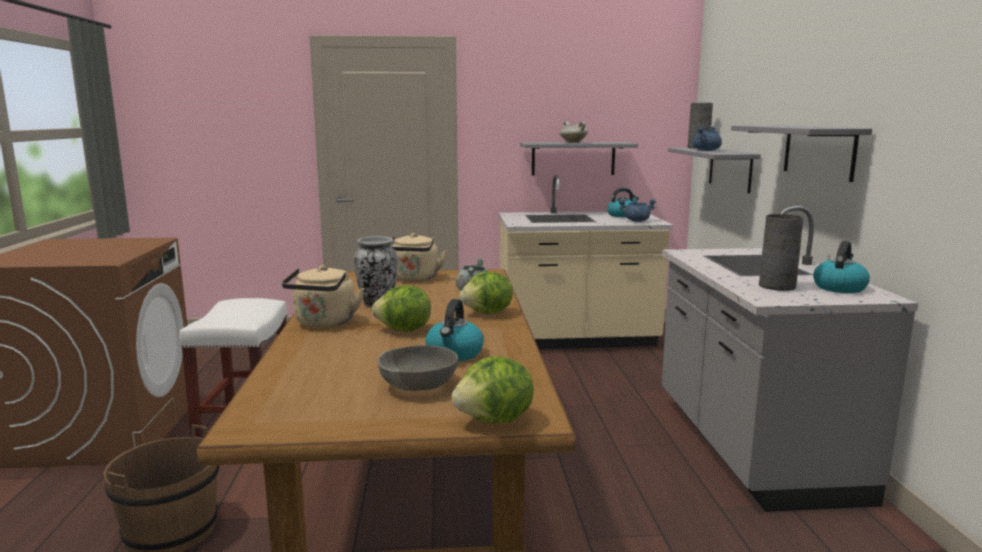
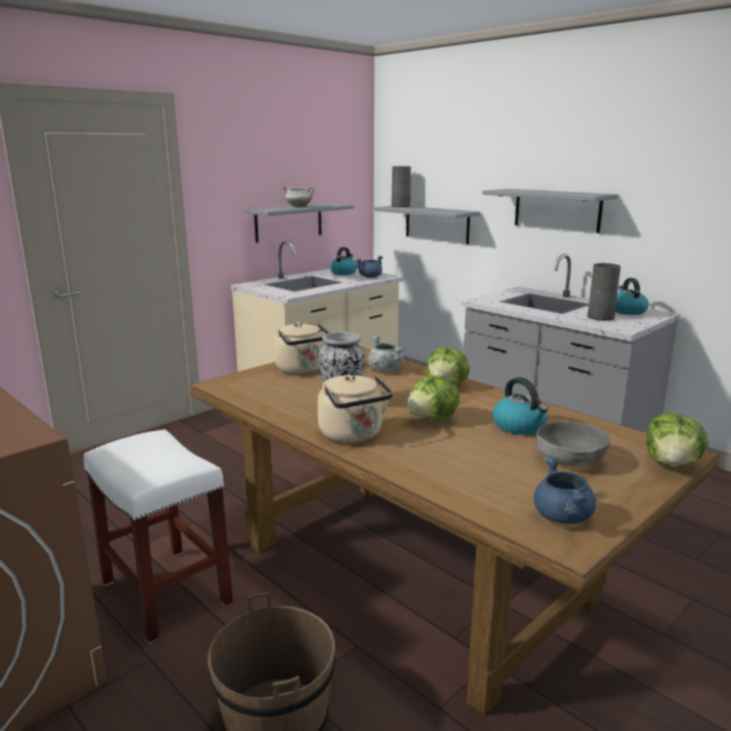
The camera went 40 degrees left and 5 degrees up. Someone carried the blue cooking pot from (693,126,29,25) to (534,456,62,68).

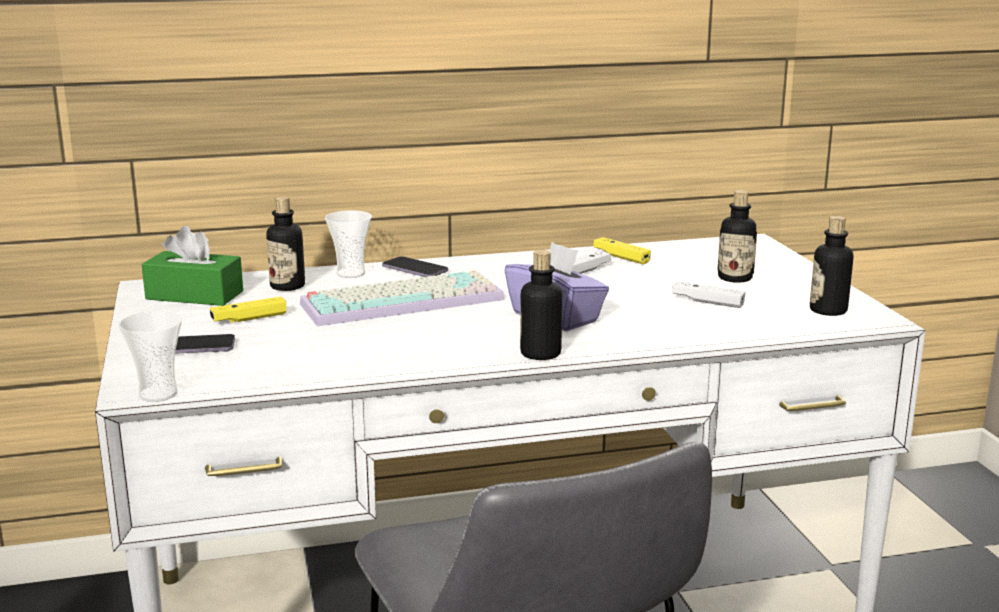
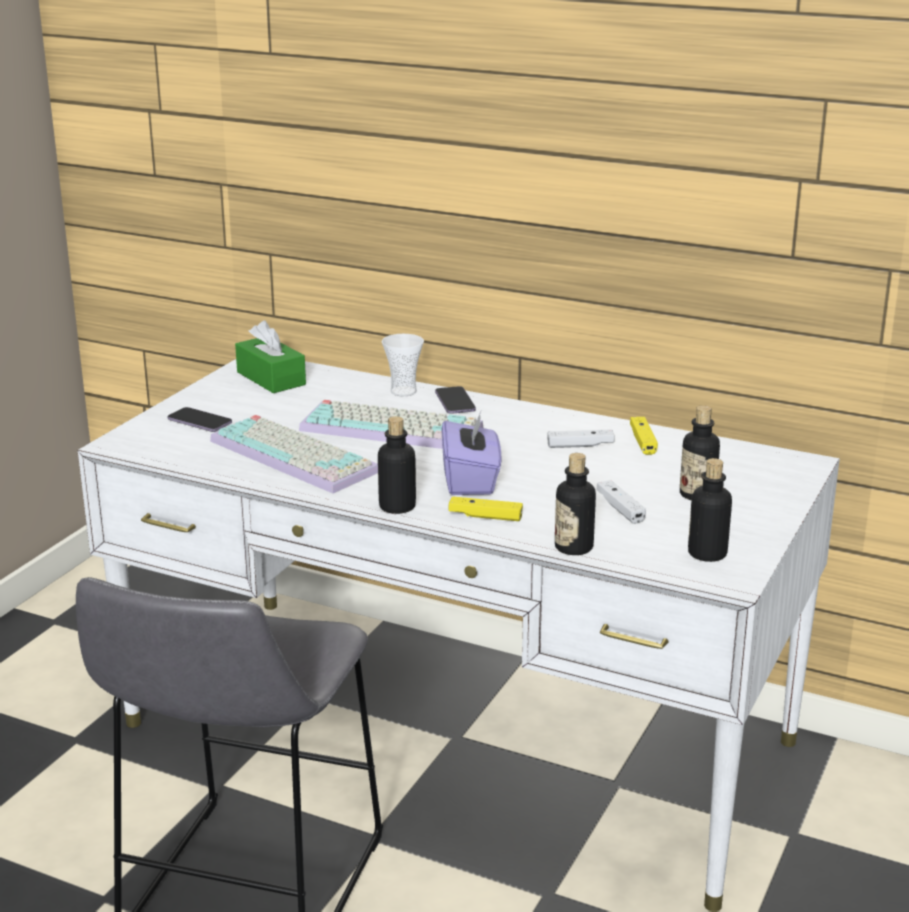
The camera went 40 degrees right and 5 degrees up. Someone carried the bottle from (266,197,39,94) to (555,453,41,102). Someone carried the yellow game controller from (210,296,76,27) to (449,496,74,25). Someone took away the cup at (118,311,64,91). Someone put down the keyboard at (210,415,168,78).

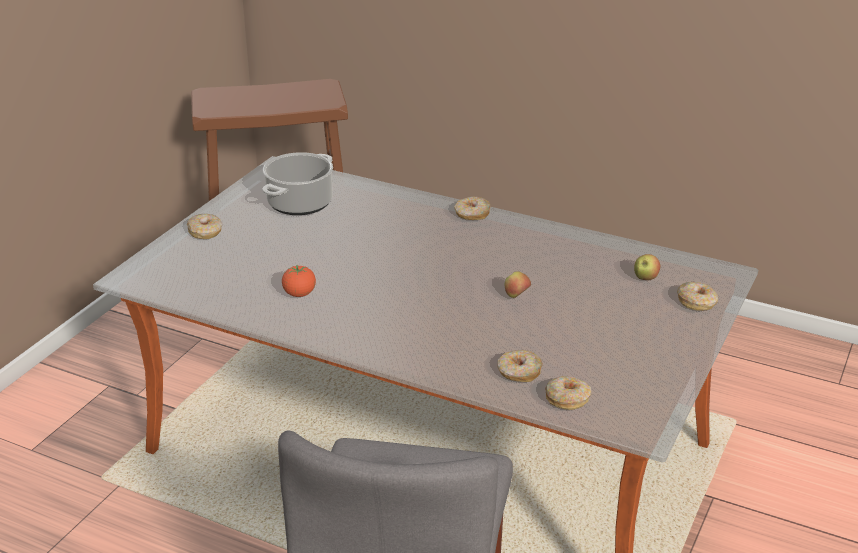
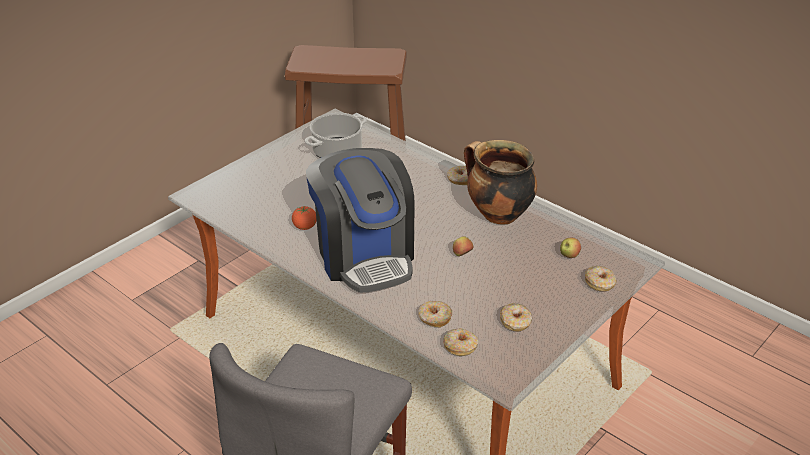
The camera went 15 degrees right and 5 degrees up. Someone carried the donut from (187,214,35,25) to (500,303,32,29). Someone put down the cooking pot at (464,140,73,84). Someone put down the coffee machine at (306,148,109,145).

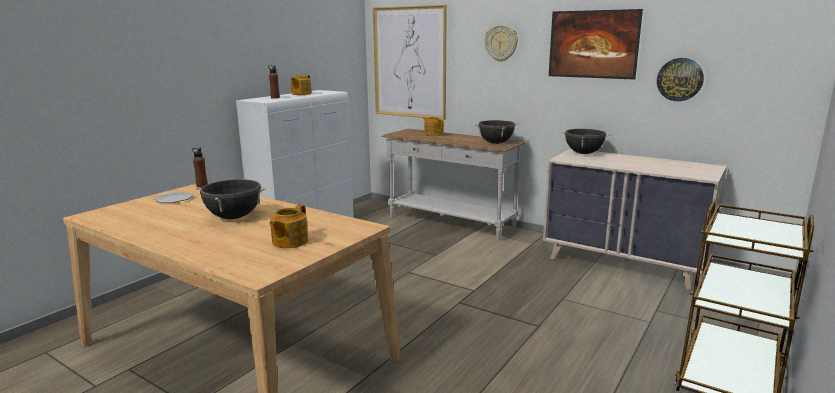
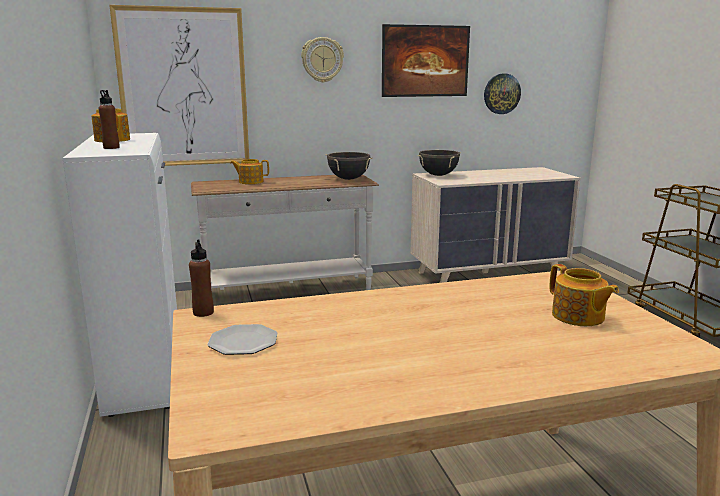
The camera went 50 degrees left and 0 degrees up. Someone took away the black cooking pot at (196,179,70,40).

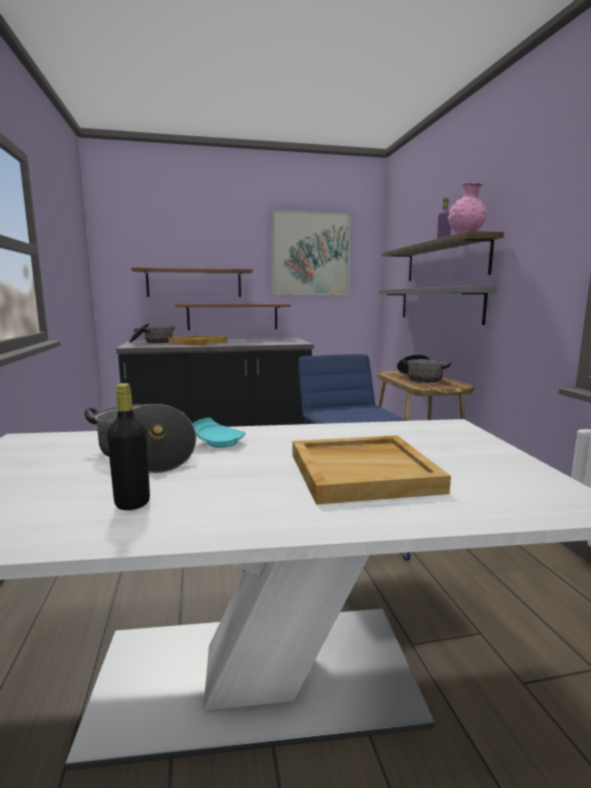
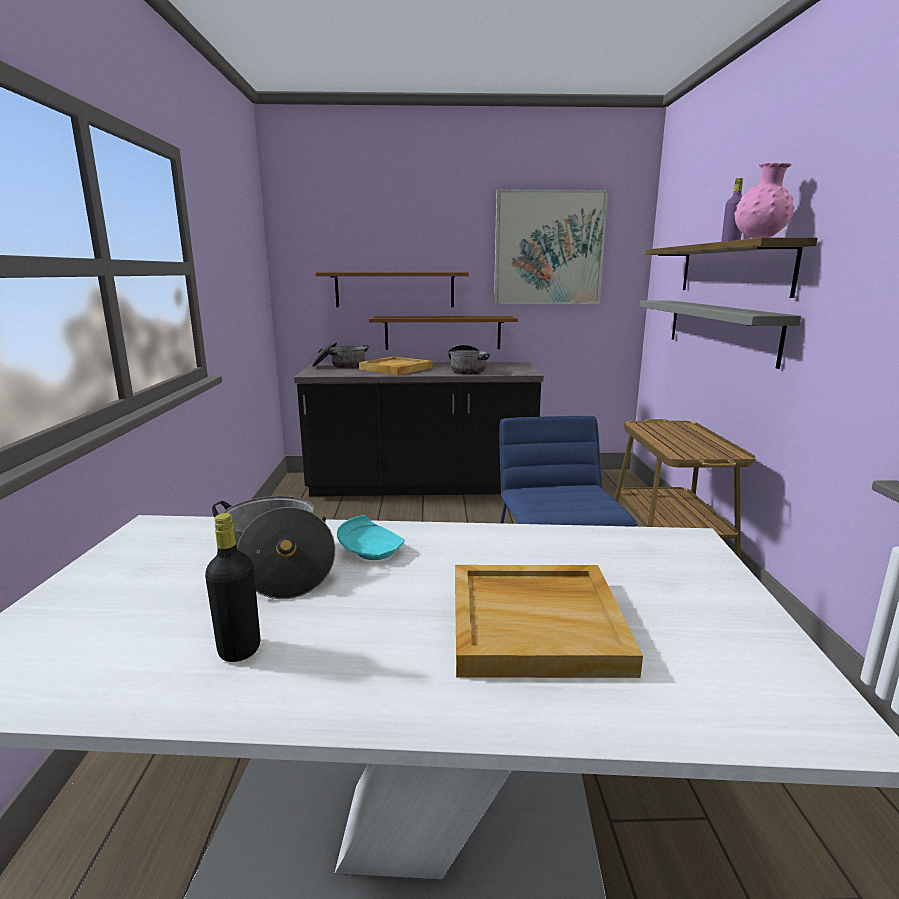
The camera went 10 degrees right and 5 degrees up. Someone carried the cooking pot from (397,354,55,29) to (448,345,42,29).

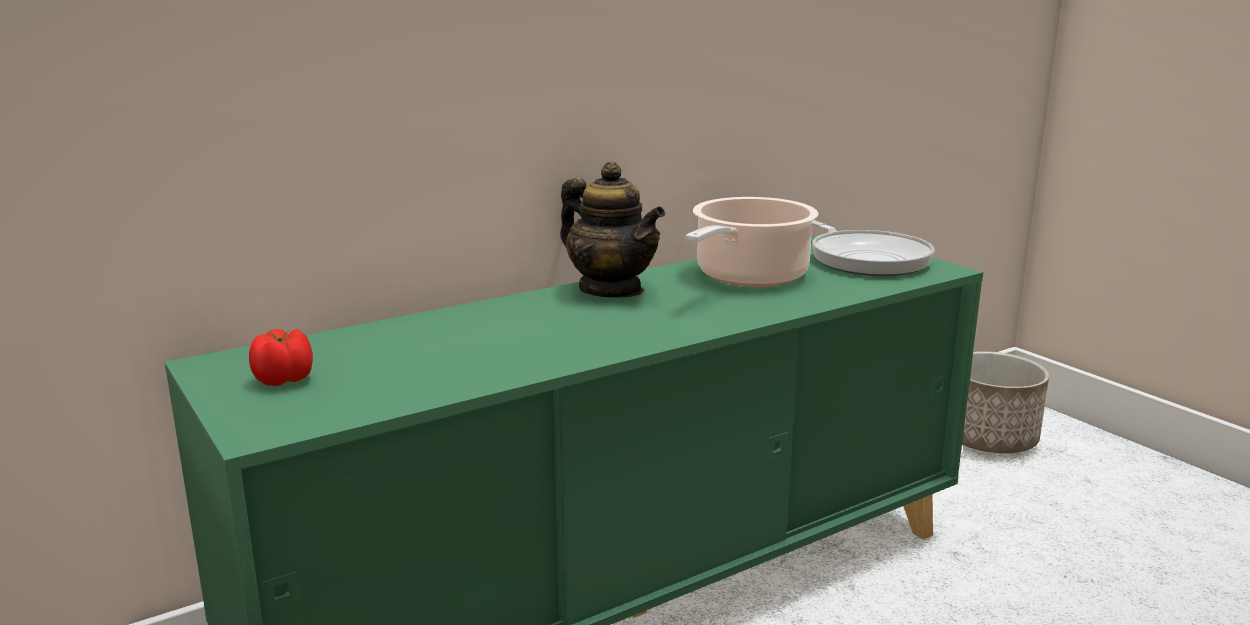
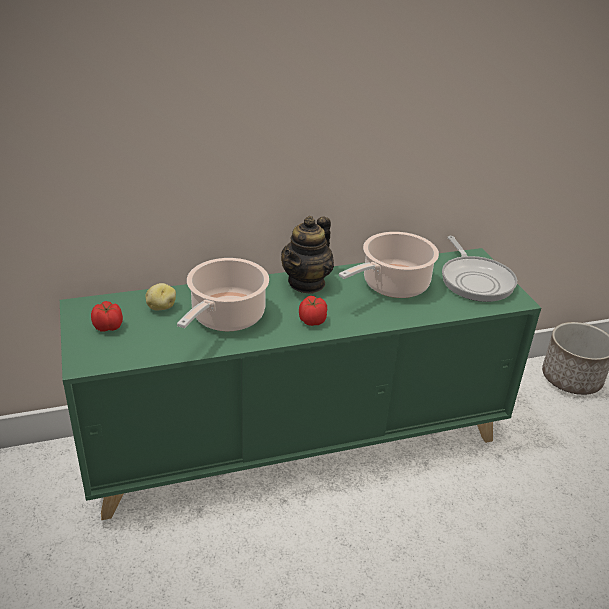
The camera went 15 degrees right and 15 degrees up. Someone rotated the teapot at (560,162,105,136) by 60 degrees clockwise. Someone put down the cooking pot at (177,258,92,73). Someone put down the potato at (145,283,31,28). Someone put down the tomato at (299,296,28,30).

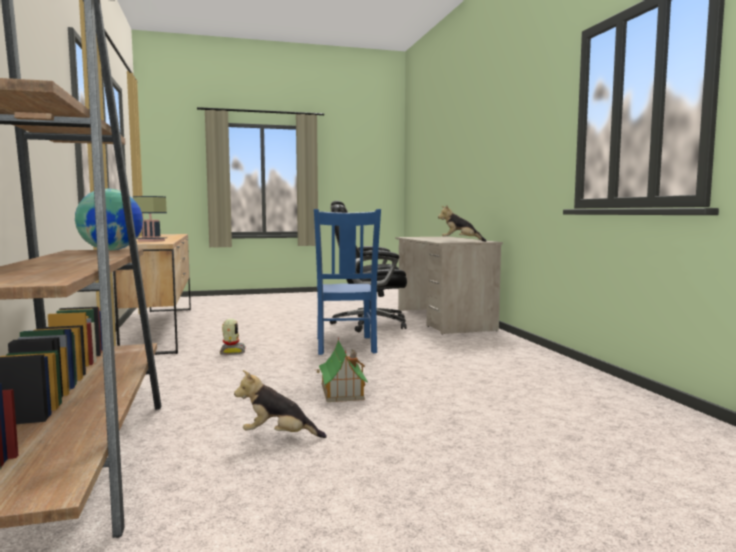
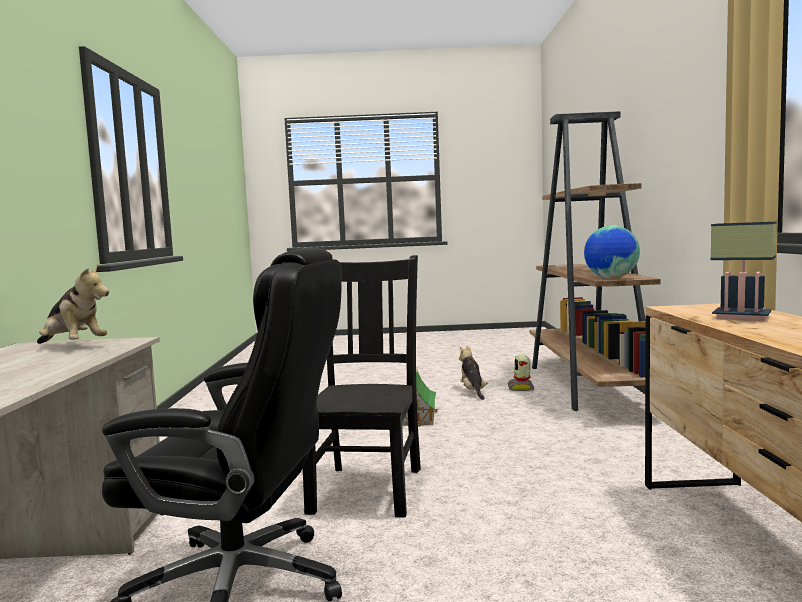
The camera went 165 degrees left and 0 degrees up. Someone repainted the blue chair at (314,209,67,146), which became the black chair at (303,255,118,263). Someone carried the toy robot from (220,319,26,36) to (508,354,26,37). Someone rotated the plush toy at (234,370,93,68) by 120 degrees counterclockwise.

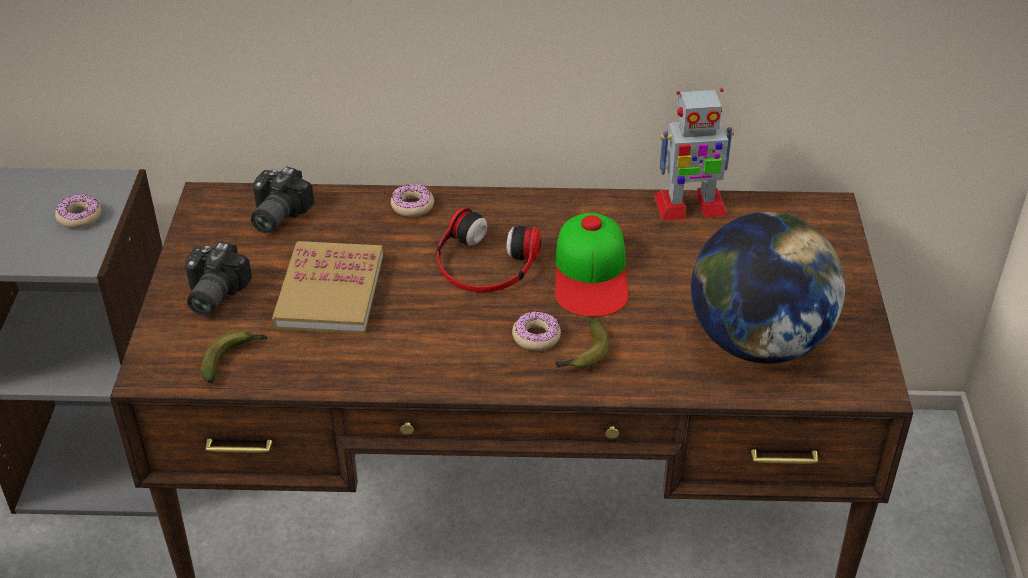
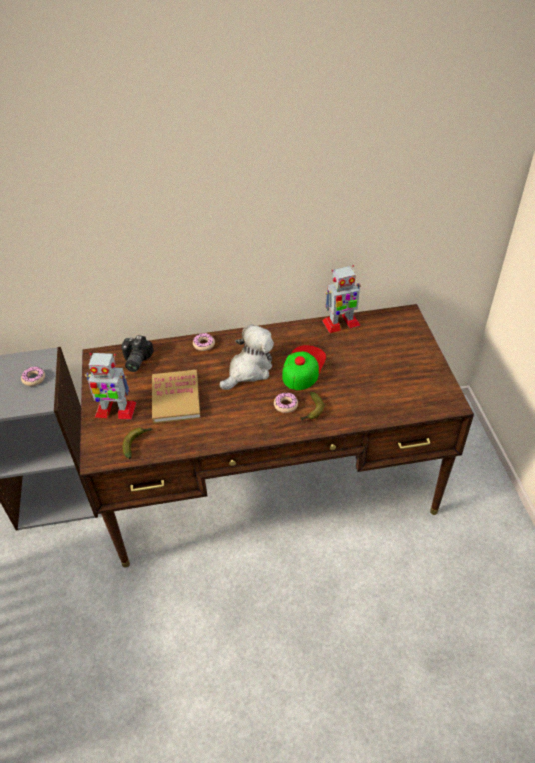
The camera went 10 degrees left and 5 degrees up. Someone swapped the headphones at (436,207,106,86) for the plush toy at (220,324,54,66). Someone took away the globe at (691,212,154,152). Someone rotated the cap at (555,213,74,104) by 150 degrees counterclockwise. Someone swapped the photo camera at (185,242,67,74) for the toy robot at (85,353,52,66).

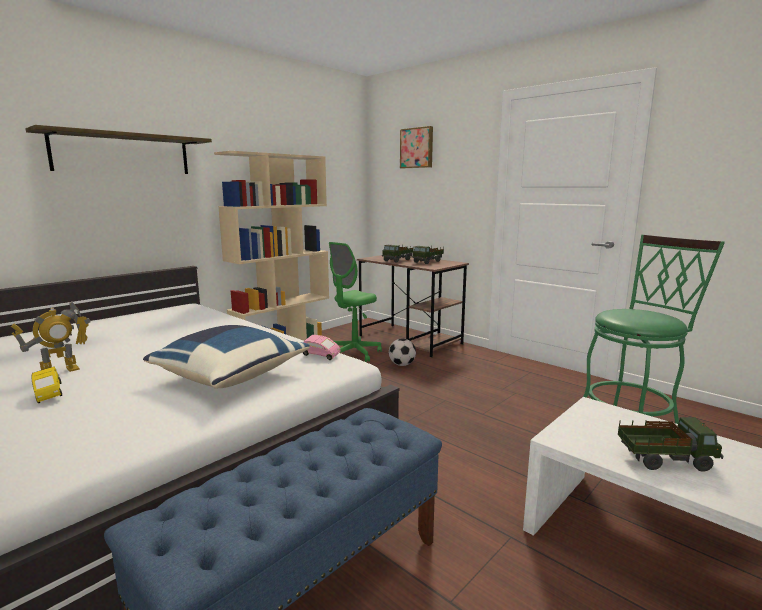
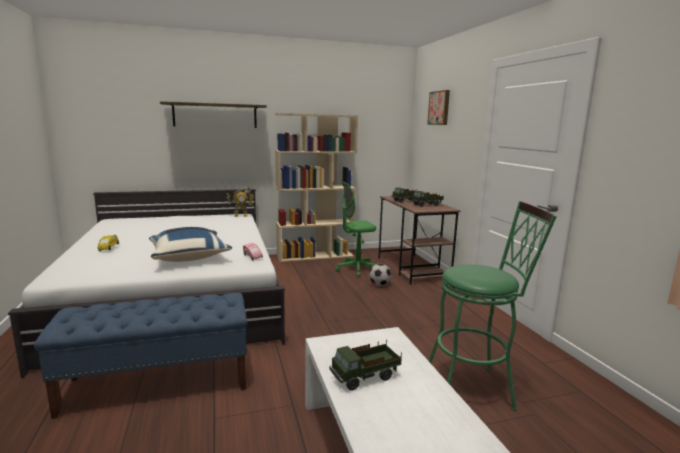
The camera went 30 degrees right and 0 degrees up. Someone carried the toy robot from (11,301,80,71) to (227,187,28,30). Someone rotated the toy truck at (618,417,106,55) by 120 degrees clockwise.

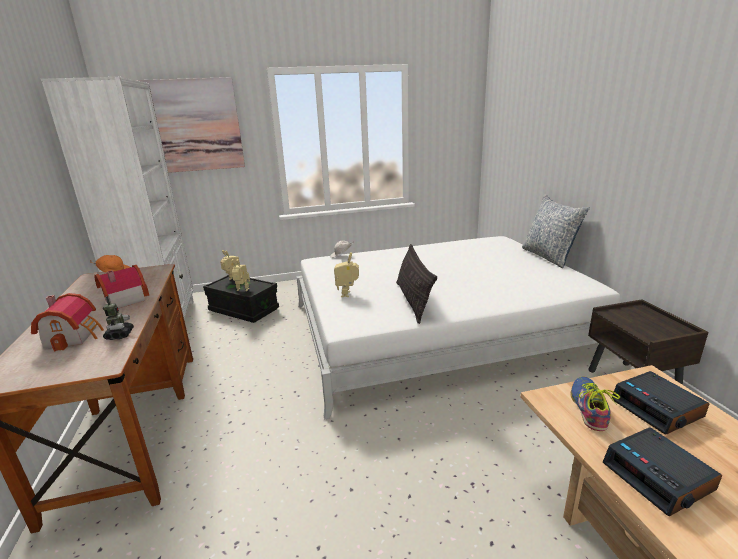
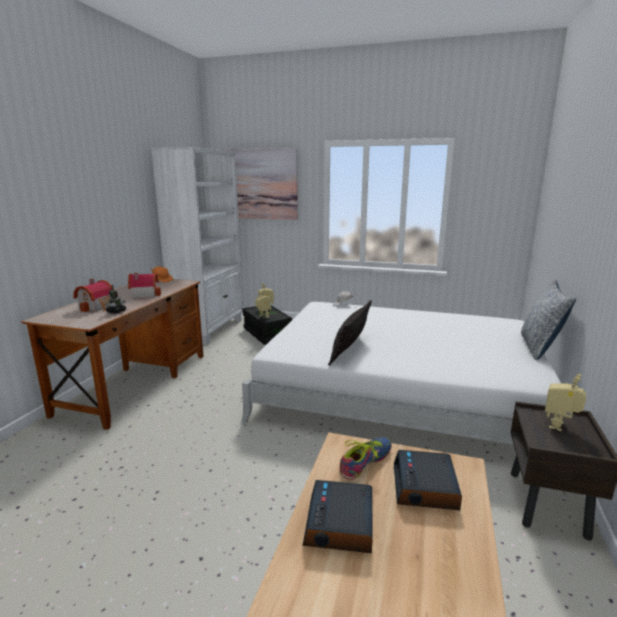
The camera went 30 degrees right and 5 degrees down. Someone carried the toy robot from (334,252,25,45) to (545,374,42,57).

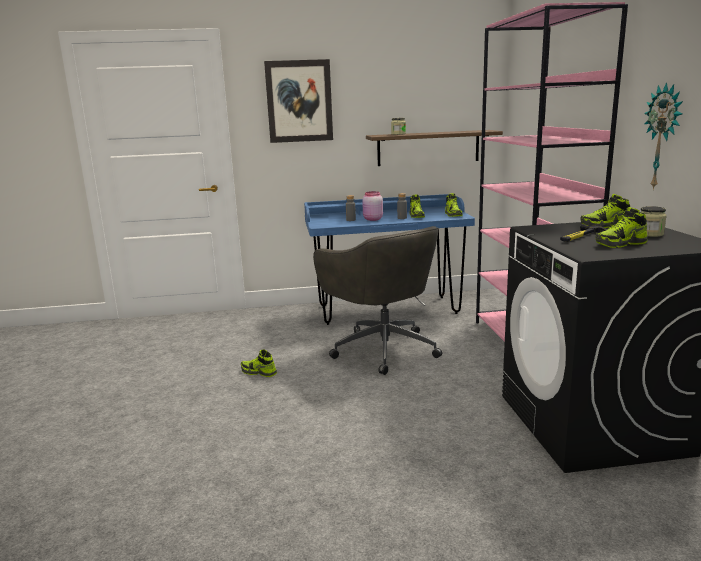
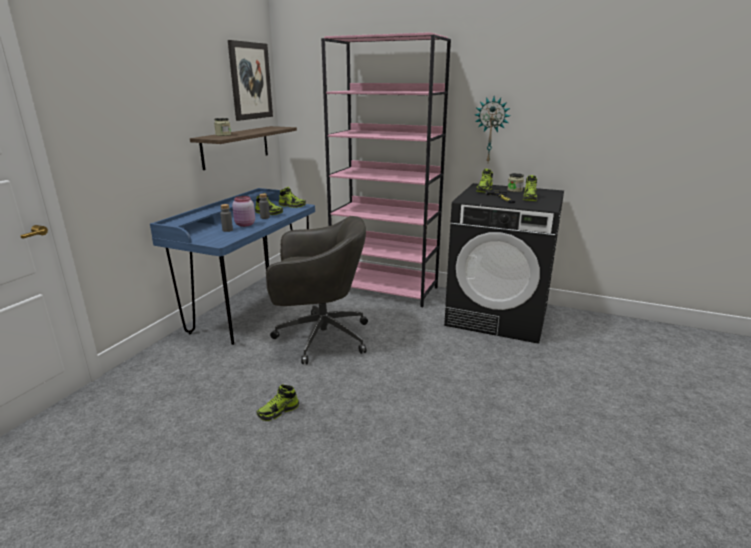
The camera went 60 degrees left and 5 degrees up. Someone carried the picture from (264,59,69,84) to (228,40,45,81).

